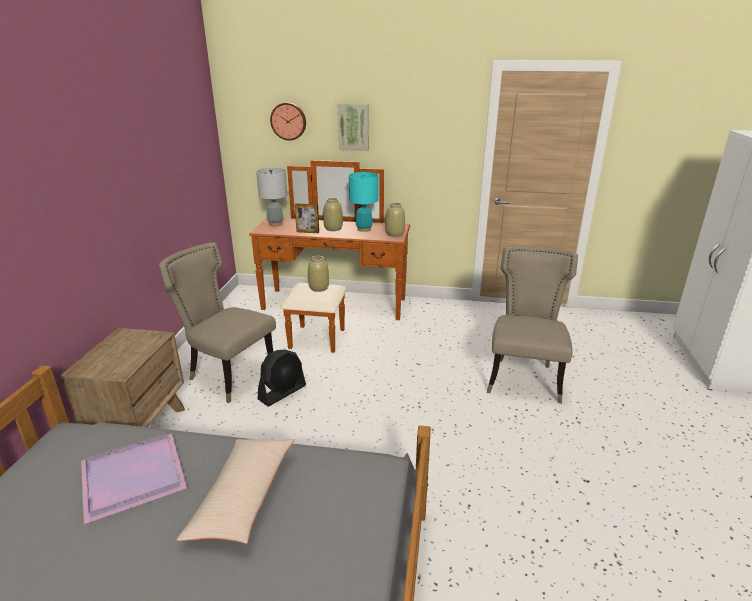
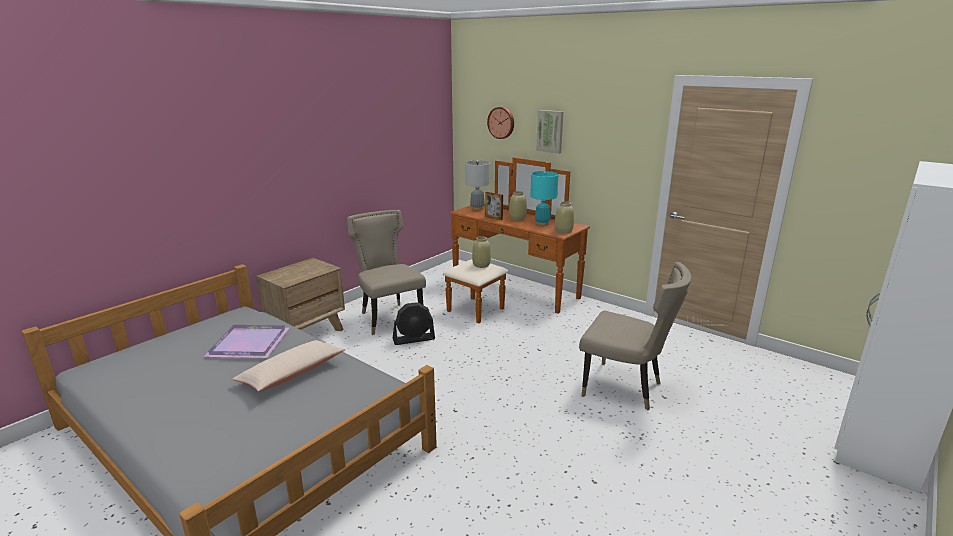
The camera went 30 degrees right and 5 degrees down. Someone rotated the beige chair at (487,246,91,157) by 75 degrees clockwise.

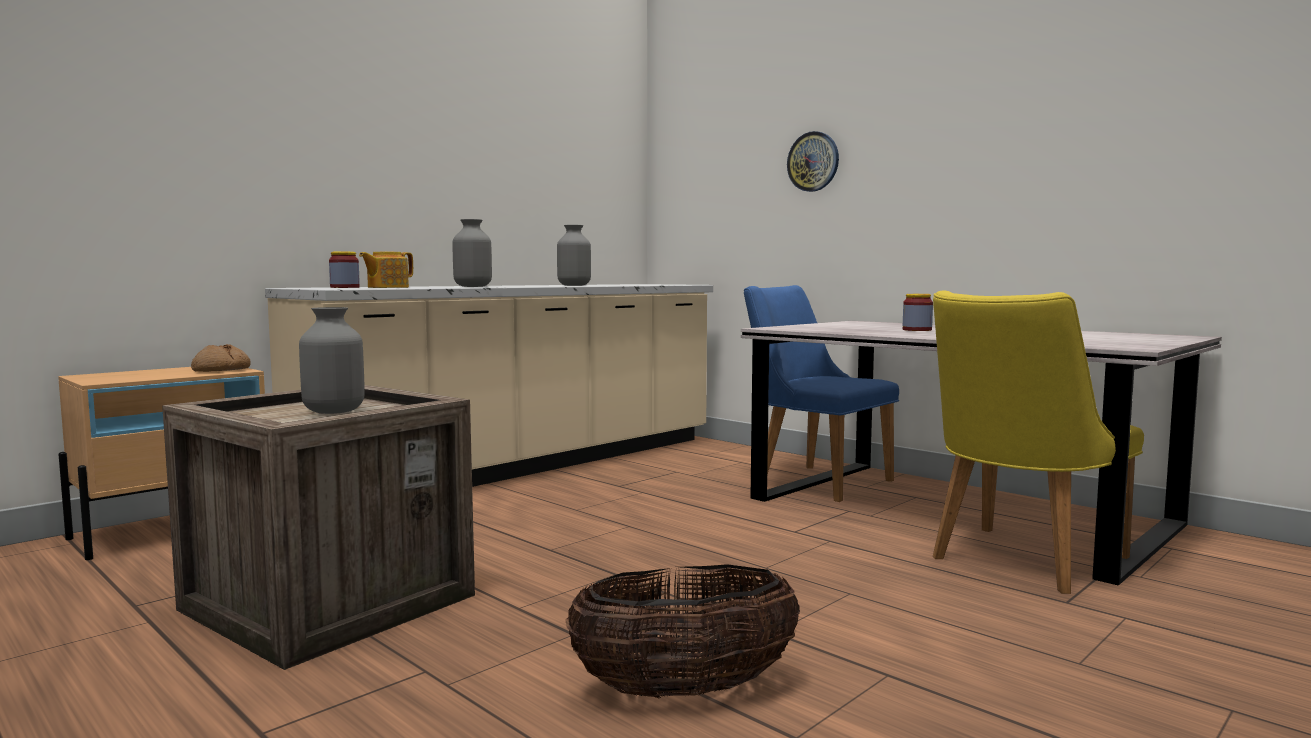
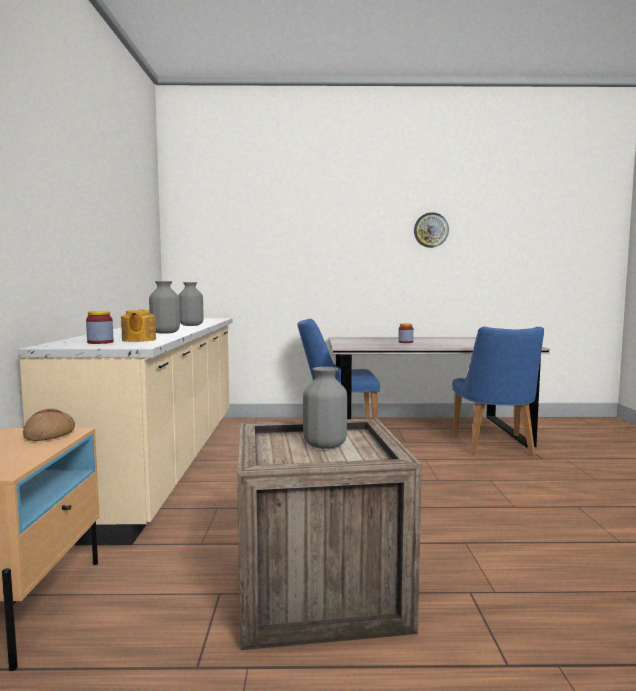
The camera went 45 degrees left and 0 degrees up. Someone carried the wall clock from (787,131,52,61) to (414,212,35,36). Someone repainted the yellow chair at (933,290,211,304), which became the blue chair at (452,326,92,130). Someone took away the basket at (566,564,234,134).

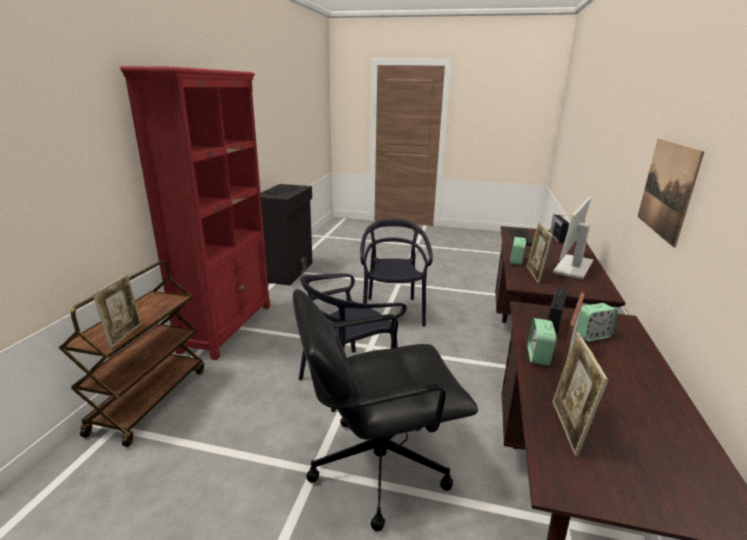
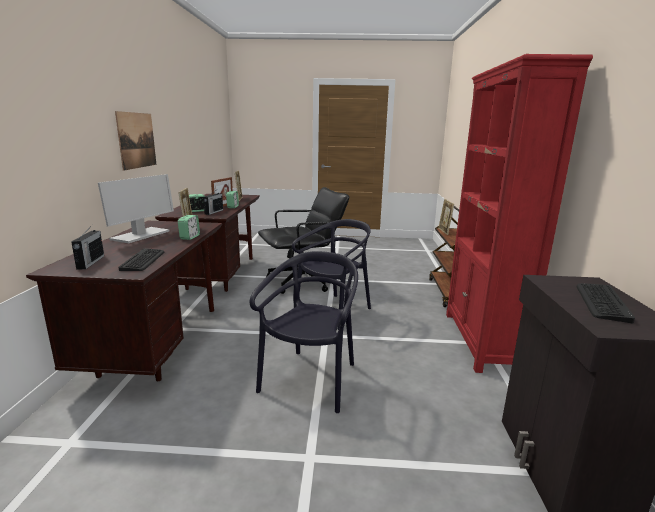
The camera went 170 degrees right and 5 degrees down. Someone rotated the black chair at (360,219,73,108) by 150 degrees counterclockwise.

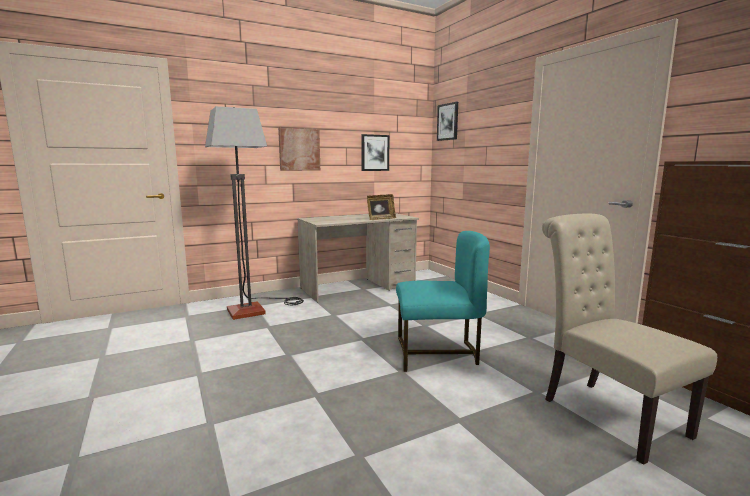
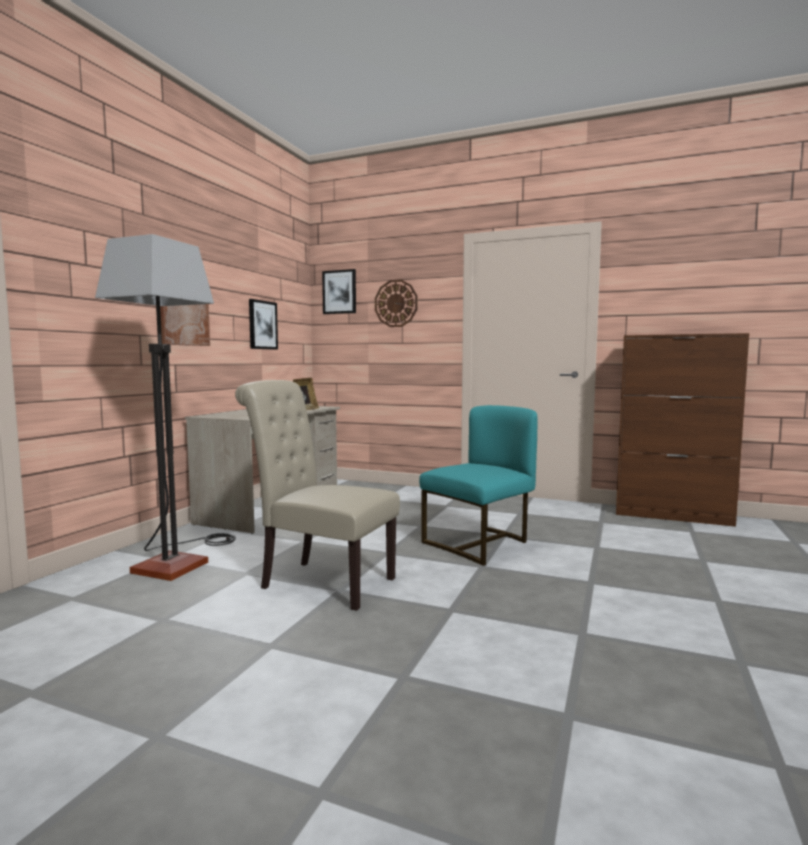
The camera went 40 degrees left and 5 degrees down. Someone carried the beige chair from (542,213,175,252) to (235,380,165,231). Someone put up the wall clock at (375,280,43,47).

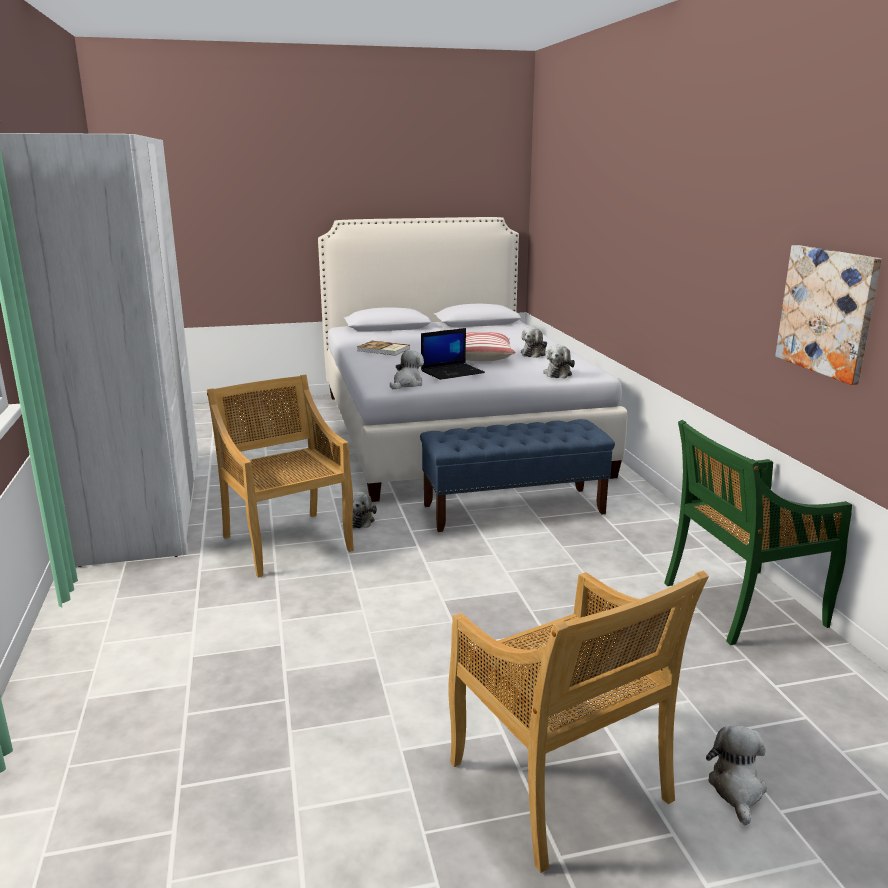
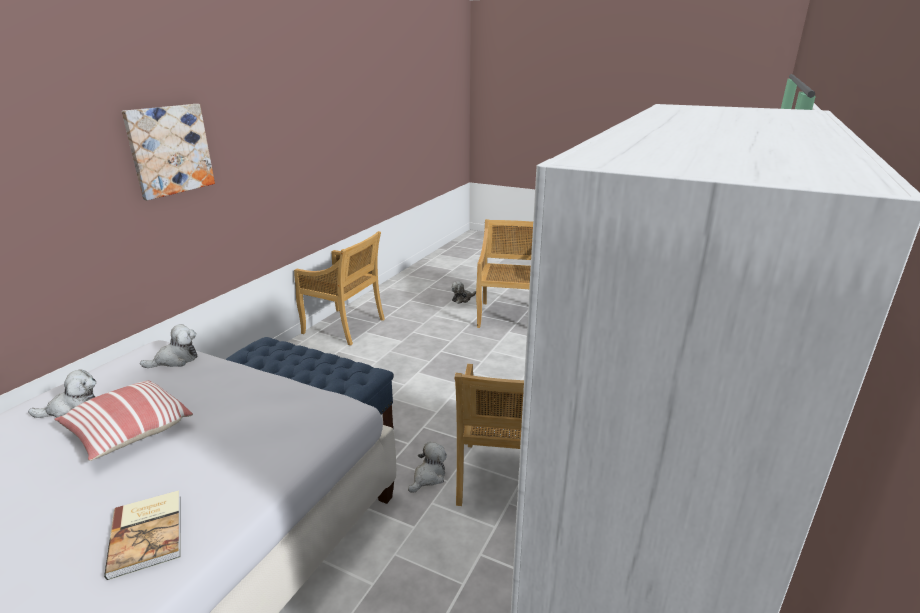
The camera went 140 degrees left and 5 degrees up. Someone carried the picture from (775,245,107,140) to (122,104,93,96). Someone took away the laptop at (421,328,64,52). Someone took away the plush toy at (390,350,34,40). Someone repainted the green chair at (664,420,188,225), which became the beige chair at (294,231,91,115).

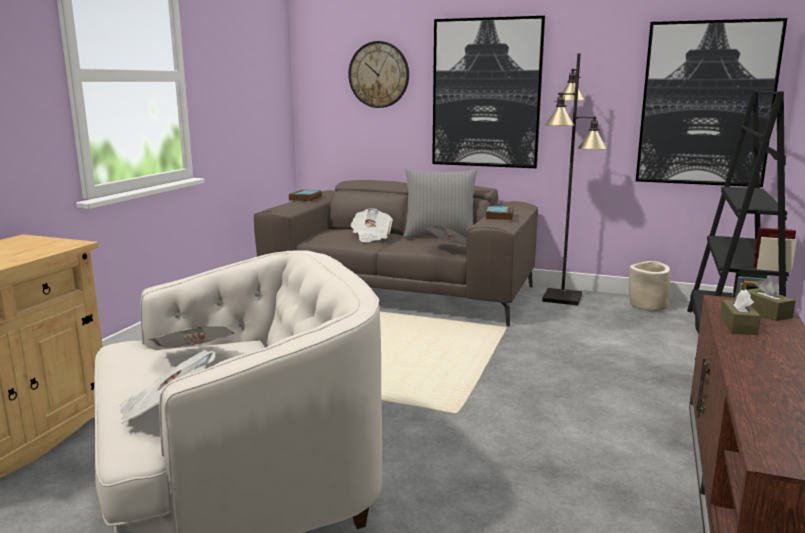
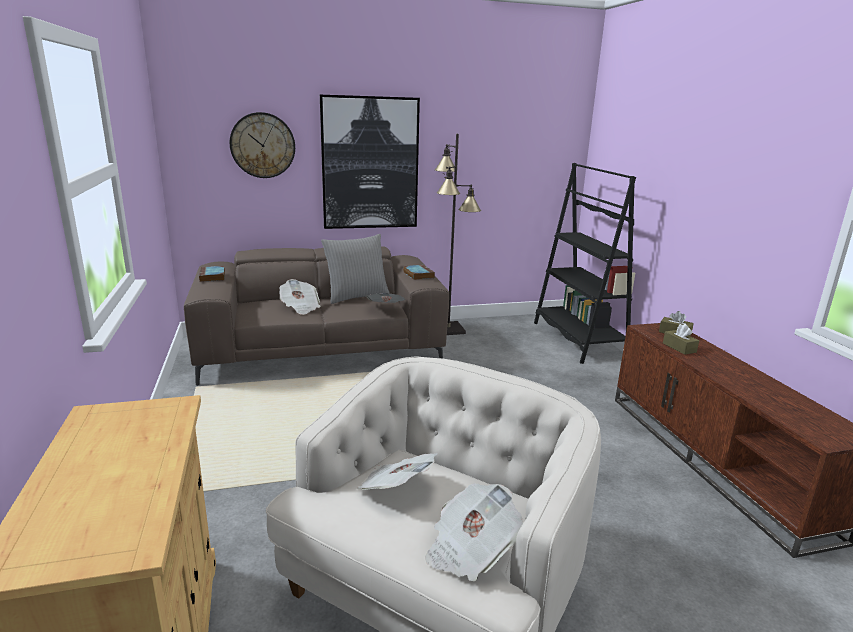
The camera went 35 degrees left and 5 degrees up. Someone took away the picture at (636,18,151,169). Someone took away the beige planter at (629,261,41,50).

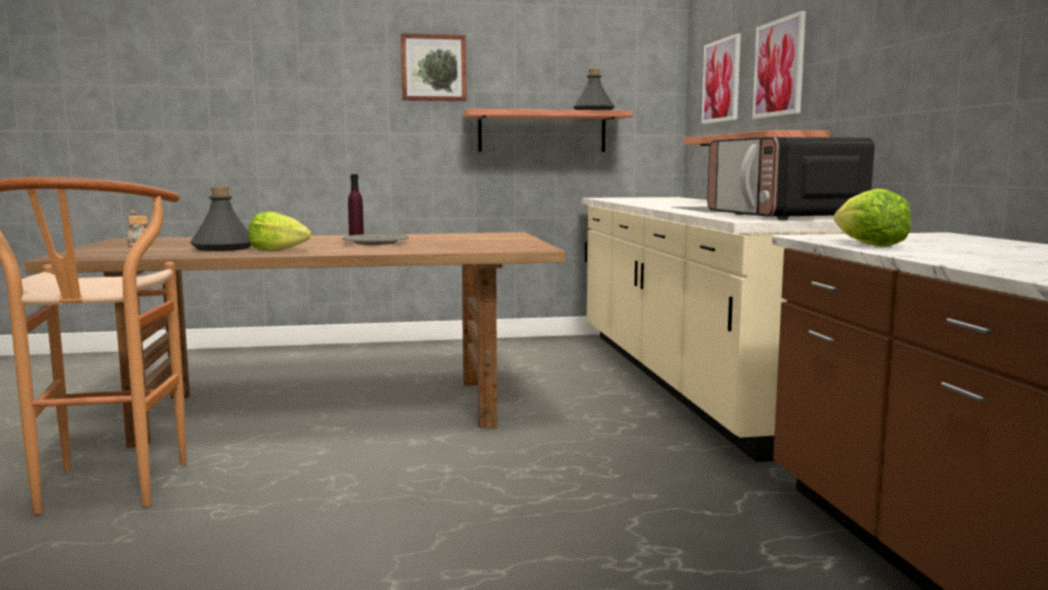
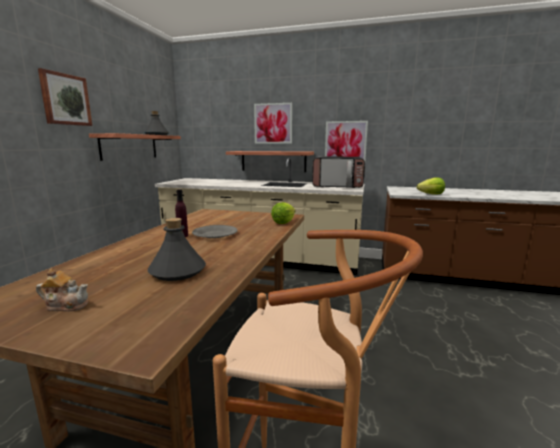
The camera went 65 degrees left and 5 degrees up. Someone carried the picture from (702,33,39,91) to (325,121,43,40). Someone carried the lettuce from (248,211,63,40) to (271,202,25,22).

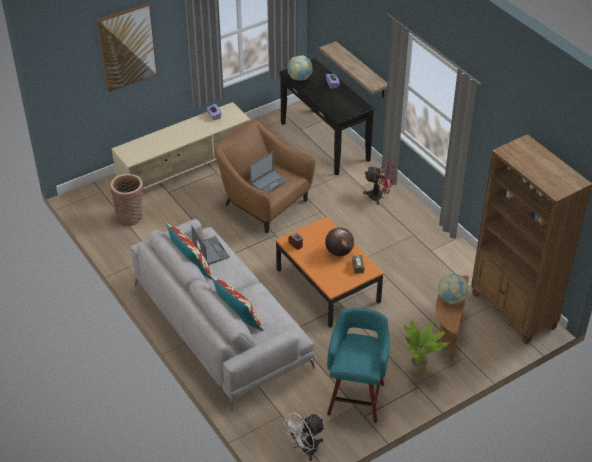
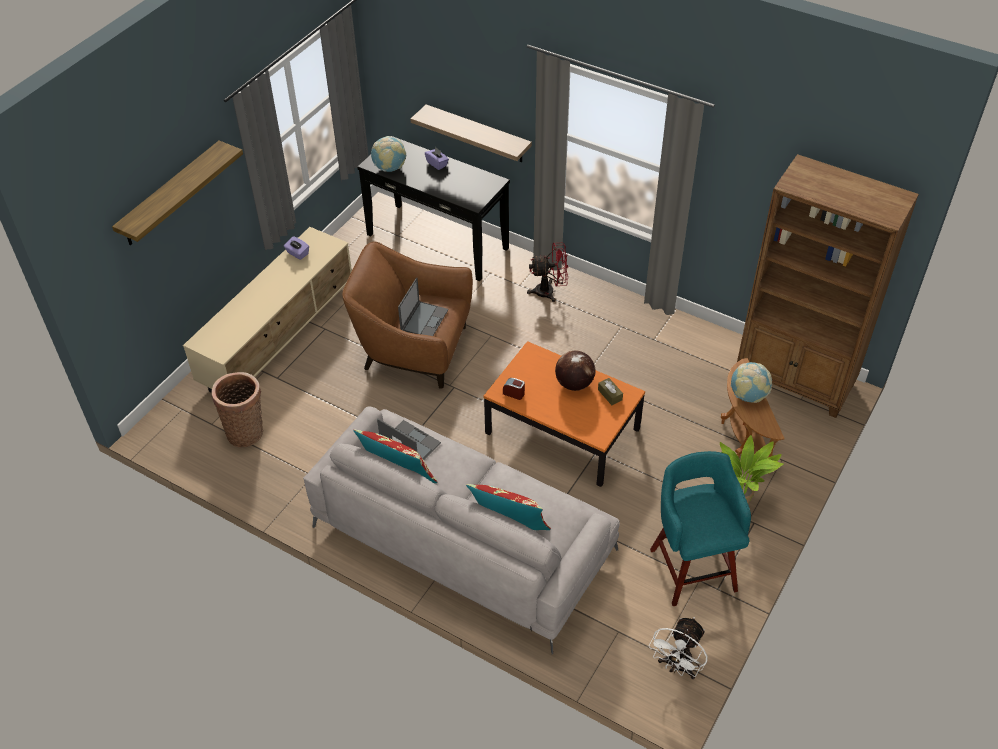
The camera went 25 degrees left and 5 degrees up. Someone swapped the picture at (97,3,61,89) for the shelf at (112,140,131,105).

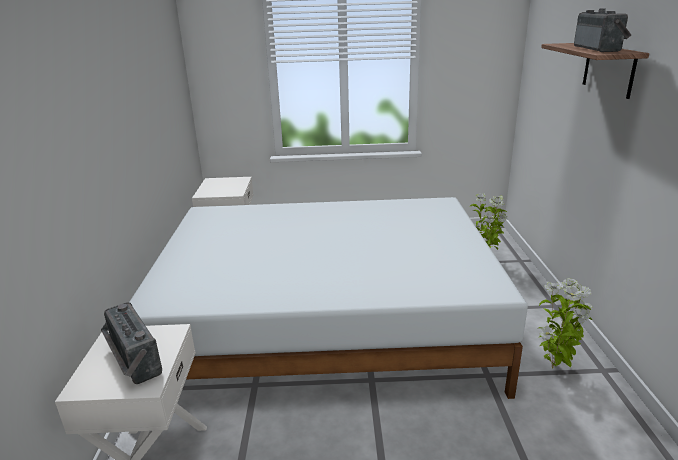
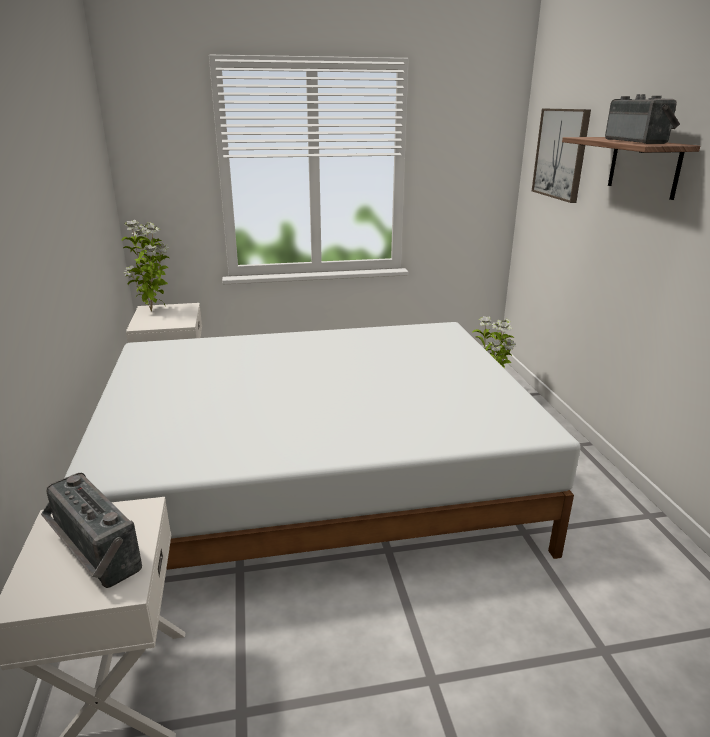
The camera went 10 degrees left and 0 degrees up. Someone carried the potted plant from (539,278,54,91) to (122,220,48,92). Someone put up the picture at (532,109,59,94).

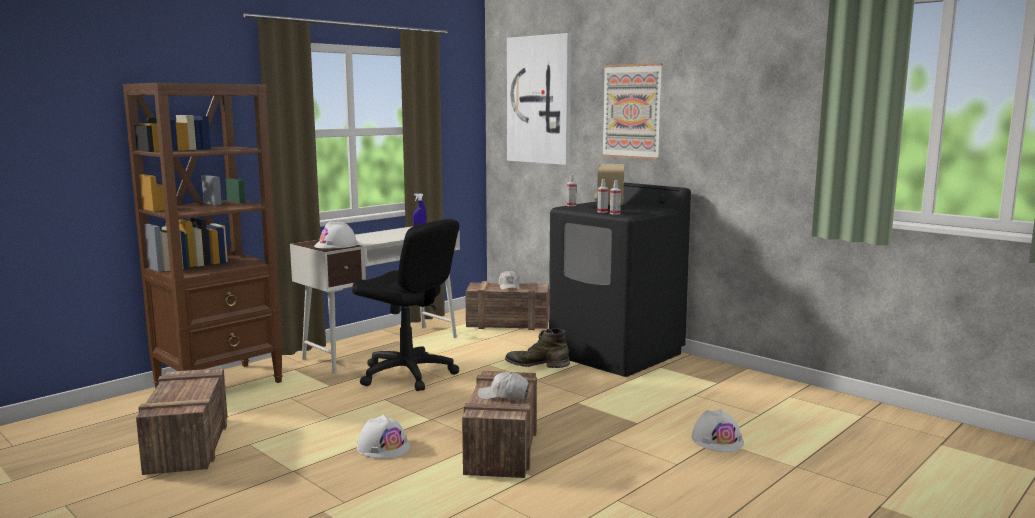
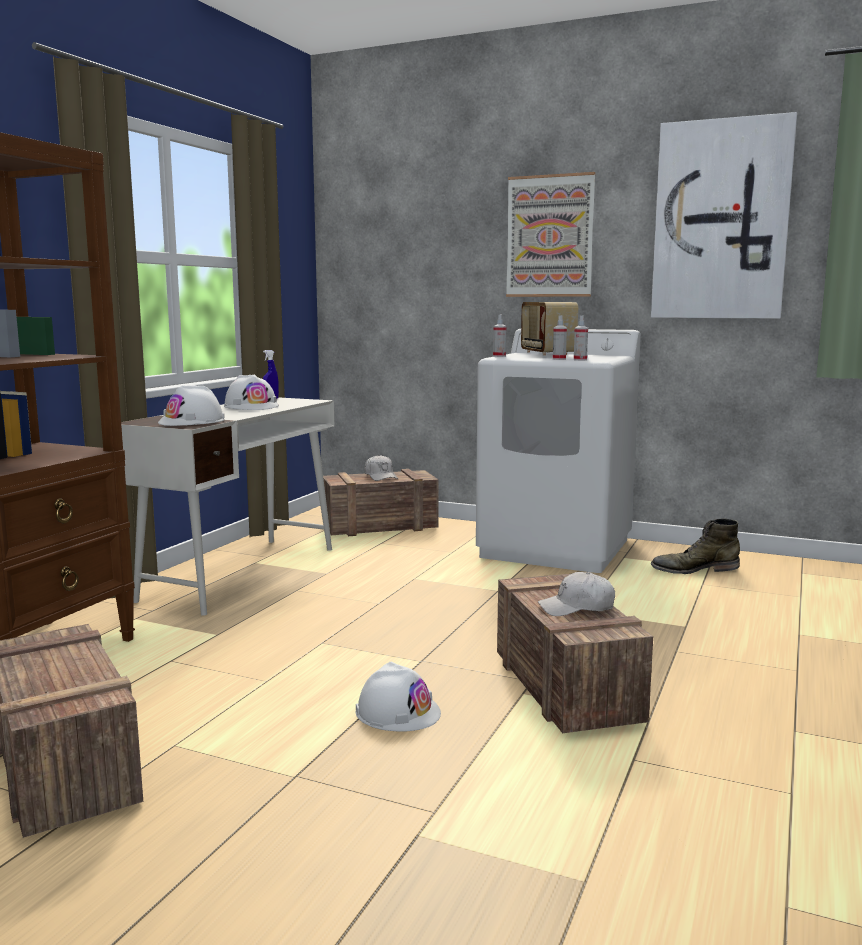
The camera went 20 degrees left and 0 degrees up. Someone carried the picture from (507,33,65,132) to (651,112,146,207). Someone repainted the black washing machine at (549,182,142,195), which became the white washing machine at (476,329,165,244). Someone took away the black office chair at (352,219,107,172). Someone carried the green boot from (505,328,65,40) to (651,518,89,56). Someone carried the white hard hat from (691,409,53,43) to (224,374,55,36).

